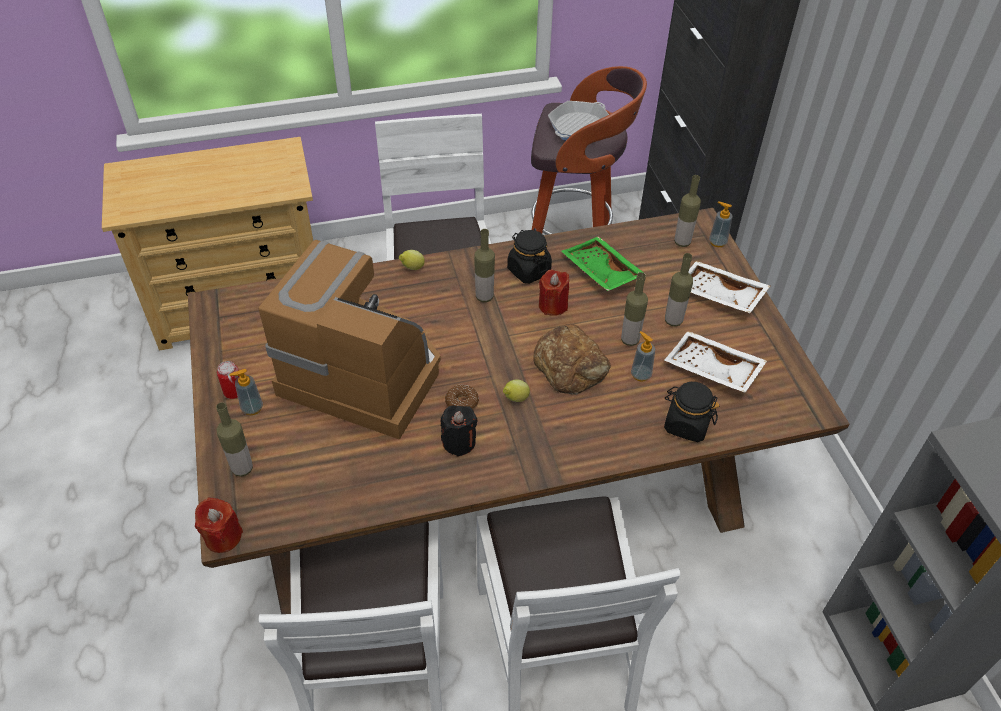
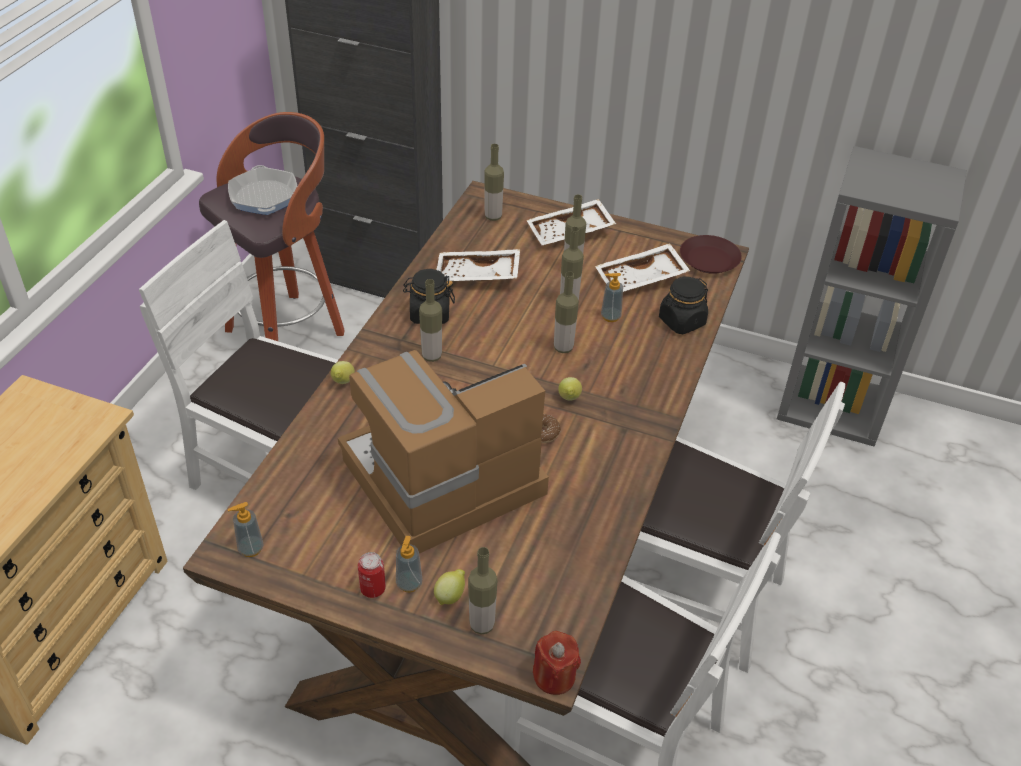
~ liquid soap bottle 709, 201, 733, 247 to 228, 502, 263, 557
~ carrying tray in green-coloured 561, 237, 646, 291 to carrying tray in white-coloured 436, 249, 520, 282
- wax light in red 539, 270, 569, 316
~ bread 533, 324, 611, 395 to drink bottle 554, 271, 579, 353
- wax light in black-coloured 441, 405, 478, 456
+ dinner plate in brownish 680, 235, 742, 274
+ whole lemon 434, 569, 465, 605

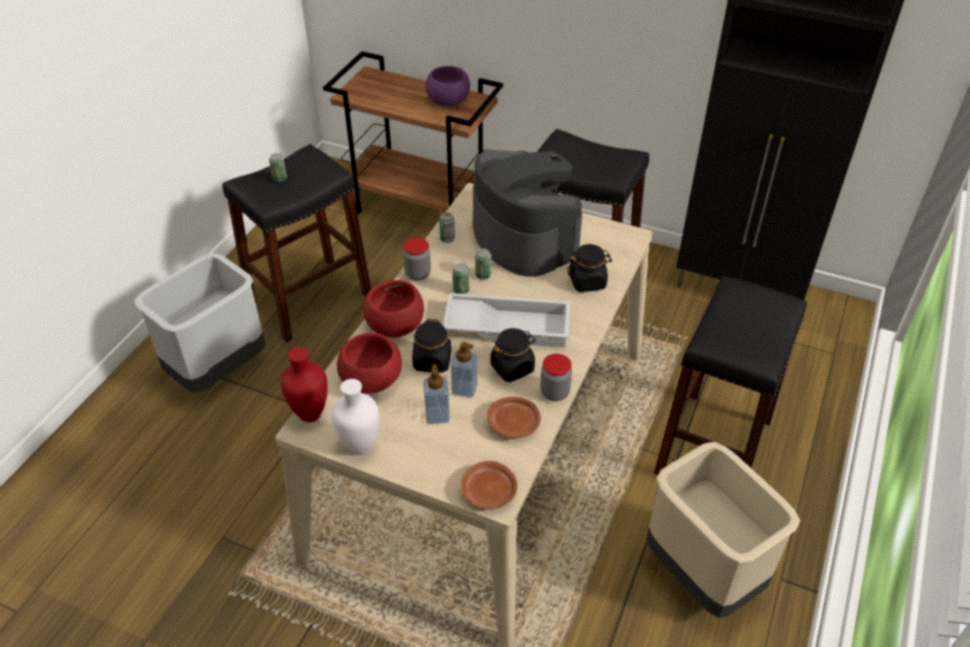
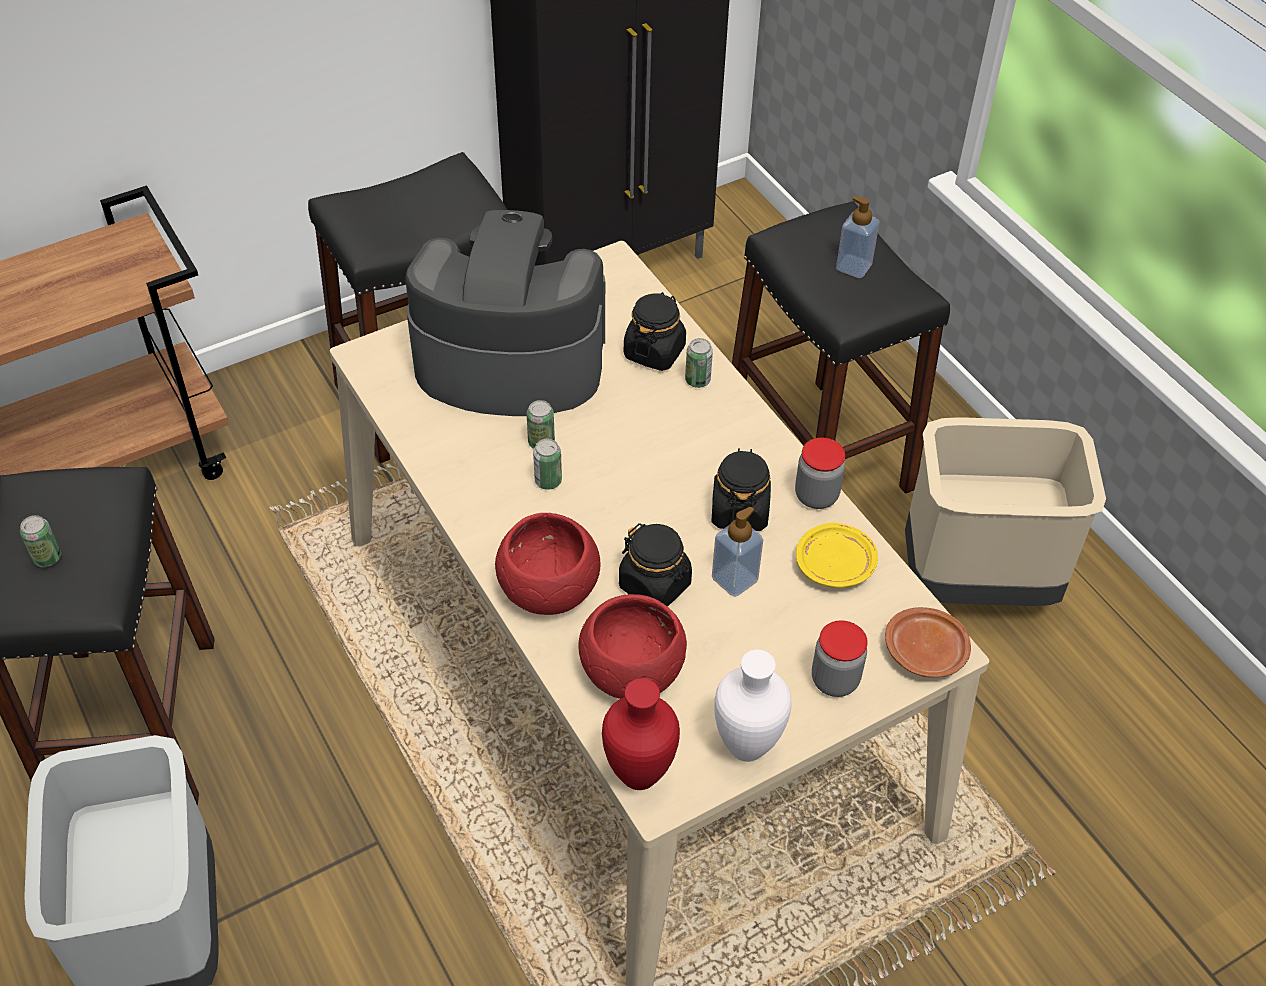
- deep dish in purplish 425, 66, 470, 106
~ sealed can 439, 212, 455, 243 to 685, 338, 713, 388
~ jar 403, 238, 431, 281 to 812, 620, 868, 697
- carrying tray in white-coloured 443, 293, 570, 347
~ liquid soap bottle 423, 364, 450, 424 to 836, 196, 879, 278
~ dinner plate in brownish 486, 397, 541, 438 to dinner plate in yellow-coloured 796, 522, 878, 588

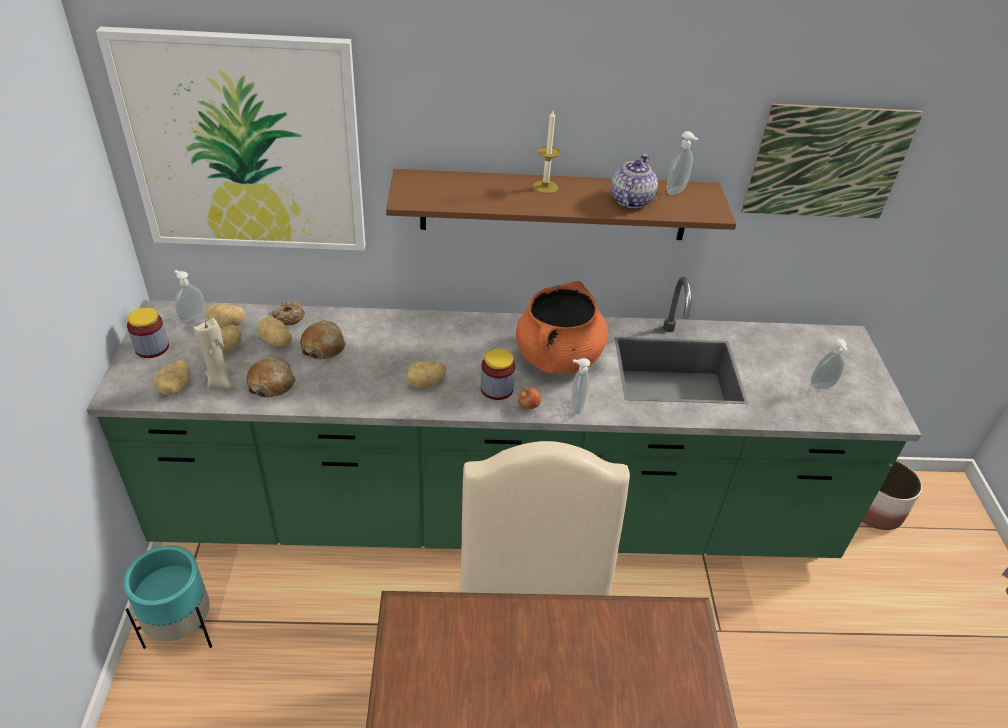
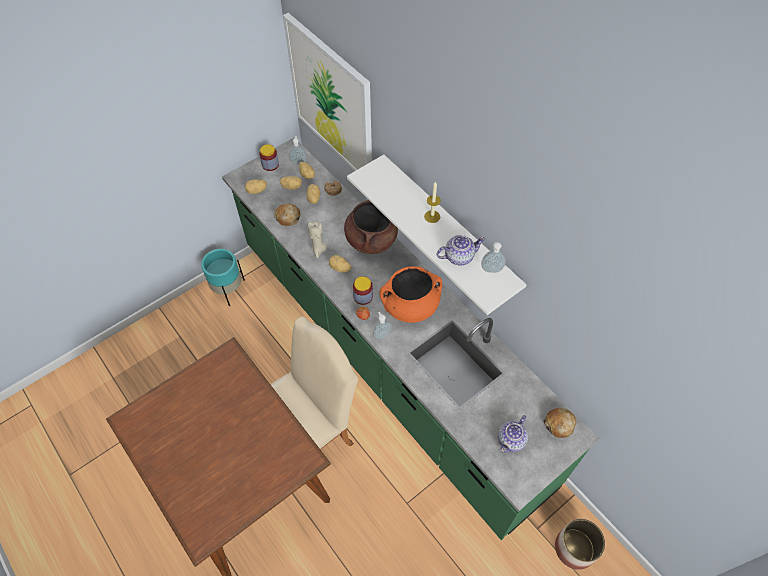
- picture 741, 104, 923, 219
~ shelf in brownish 386, 169, 736, 240 to shelf in white-coloured 347, 155, 527, 315
~ wax light in beige 193, 318, 232, 389 to 308, 222, 327, 258
~ bread 300, 320, 346, 359 to 543, 408, 576, 438
~ liquid soap bottle 811, 339, 848, 389 to tea pot 498, 415, 528, 453
+ stockpot in brownish 344, 200, 398, 254

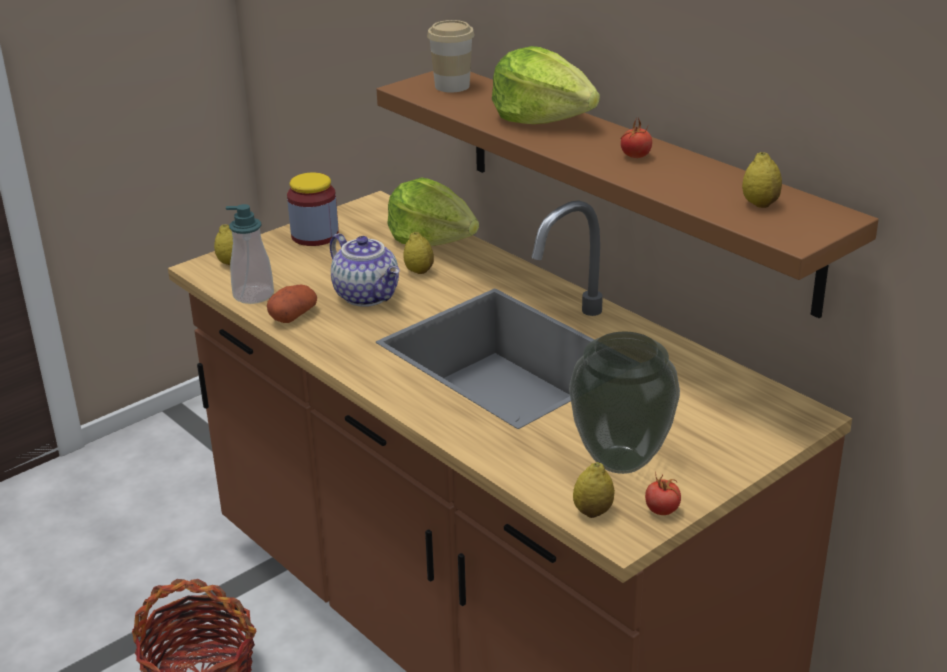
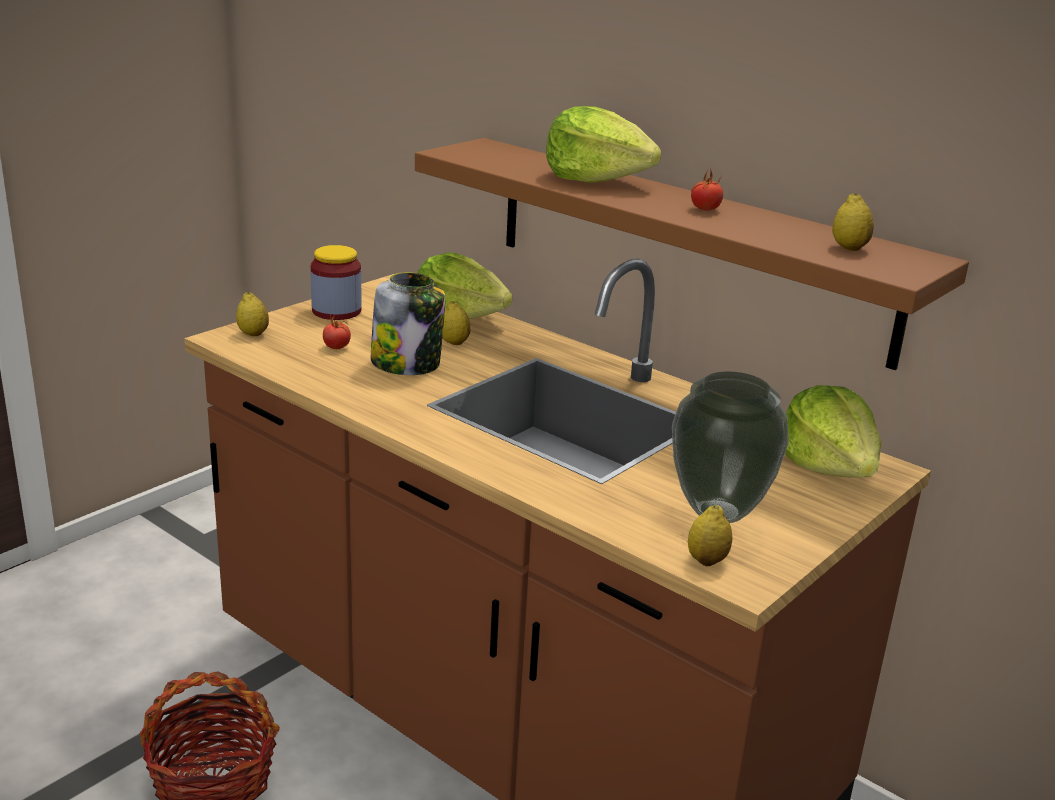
- drinking cup 427, 20, 474, 92
- liquid soap bottle 226, 204, 274, 304
~ tea pot 330, 233, 400, 307 to jar 371, 272, 445, 375
- whole potato 267, 285, 317, 323
~ tomato 645, 471, 681, 515 to 323, 314, 351, 349
+ head of lettuce 785, 385, 882, 478

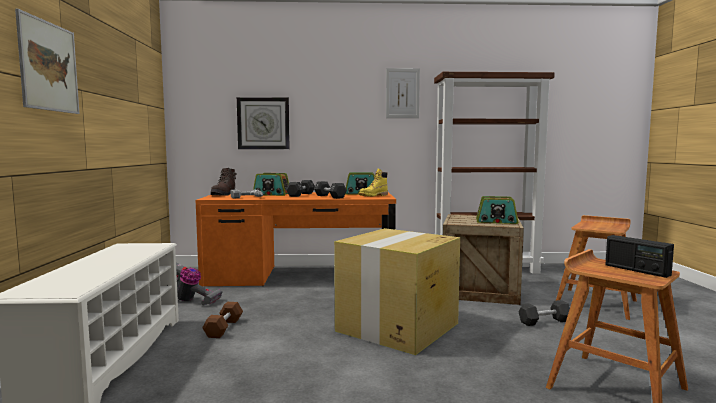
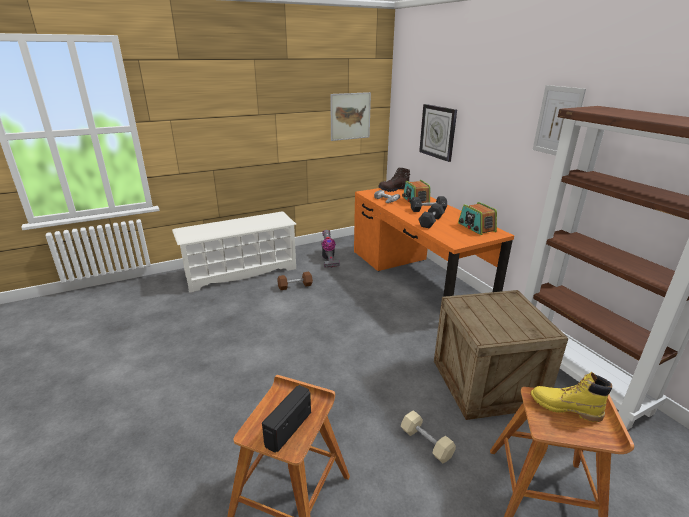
~ picture 15, 9, 80, 114 to 330, 92, 371, 141
~ high-top boot in yellow-coloured 359, 169, 388, 197 to 530, 372, 612, 422
- radio 476, 196, 518, 224
- carton 334, 228, 460, 355
~ hand weight in black-coloured 518, 300, 570, 326 to hand weight in beige 401, 410, 456, 463

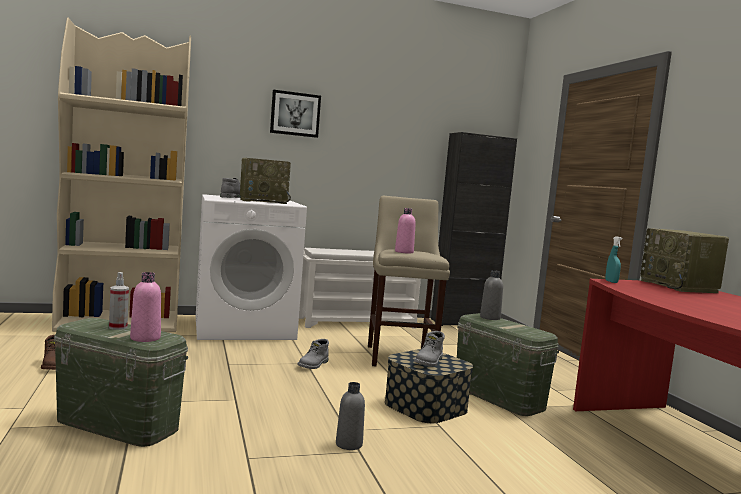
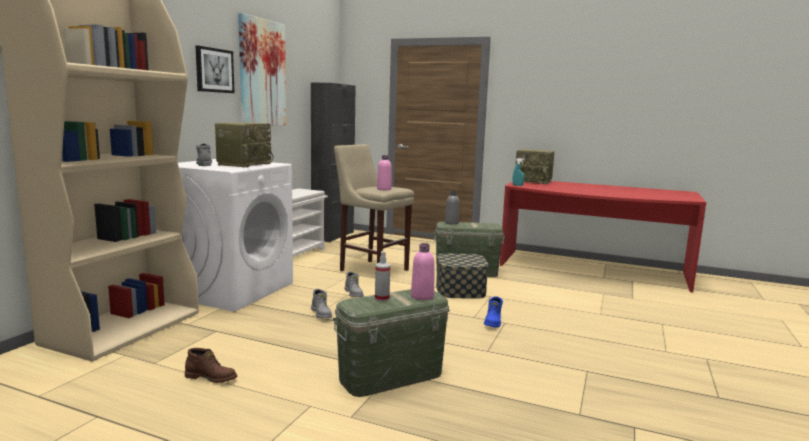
~ high-top boot in grey 414, 331, 445, 367 to 311, 289, 332, 318
~ drink bottle in grey 336, 382, 365, 450 to high-top boot in blue 484, 296, 503, 327
+ picture 238, 13, 286, 126

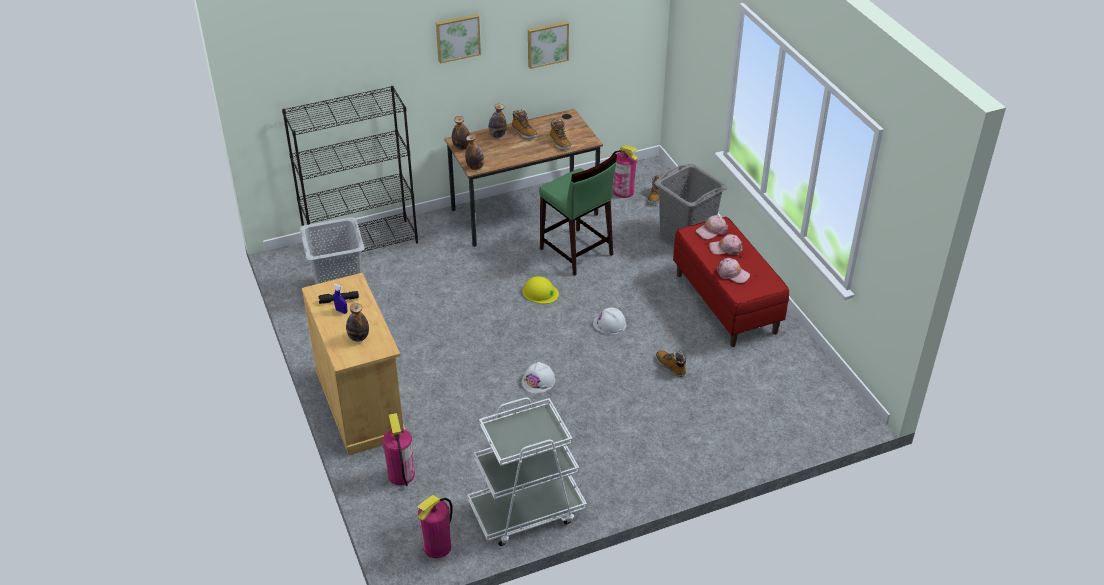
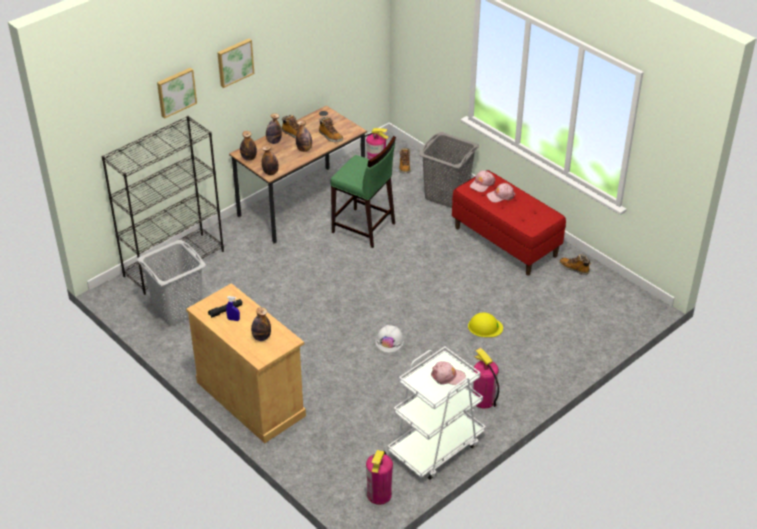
~ picture 528, 21, 569, 69 to 157, 68, 197, 119
~ baseball cap in pinkish 717, 258, 750, 283 to 431, 361, 466, 385
~ hard hat in yellow-coloured 522, 276, 559, 304 to 468, 313, 503, 337
- hard hat in white-coloured 593, 307, 627, 335
~ high-top boot 656, 350, 686, 377 to 559, 254, 591, 275
~ fire extinguisher 382, 413, 415, 486 to 473, 348, 499, 409
+ drink bottle 296, 120, 312, 152

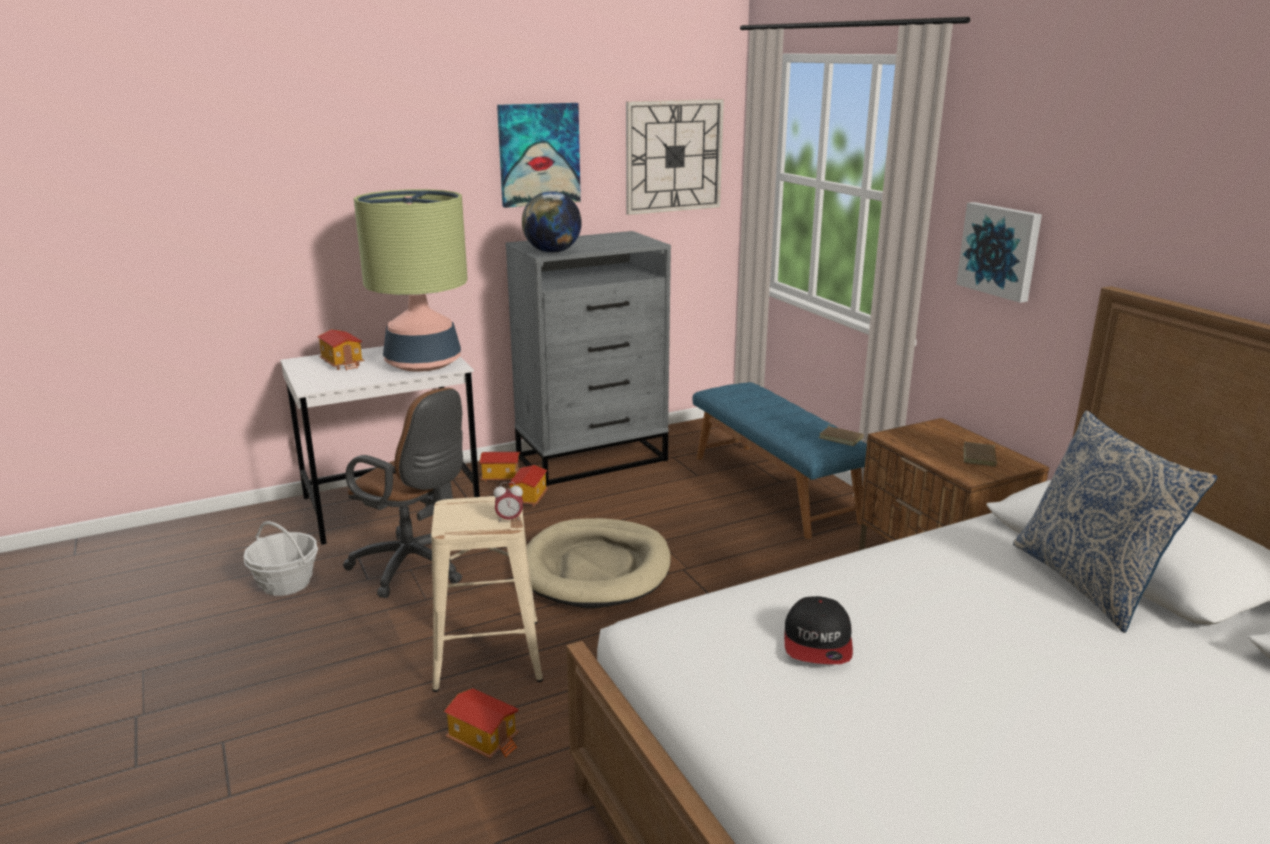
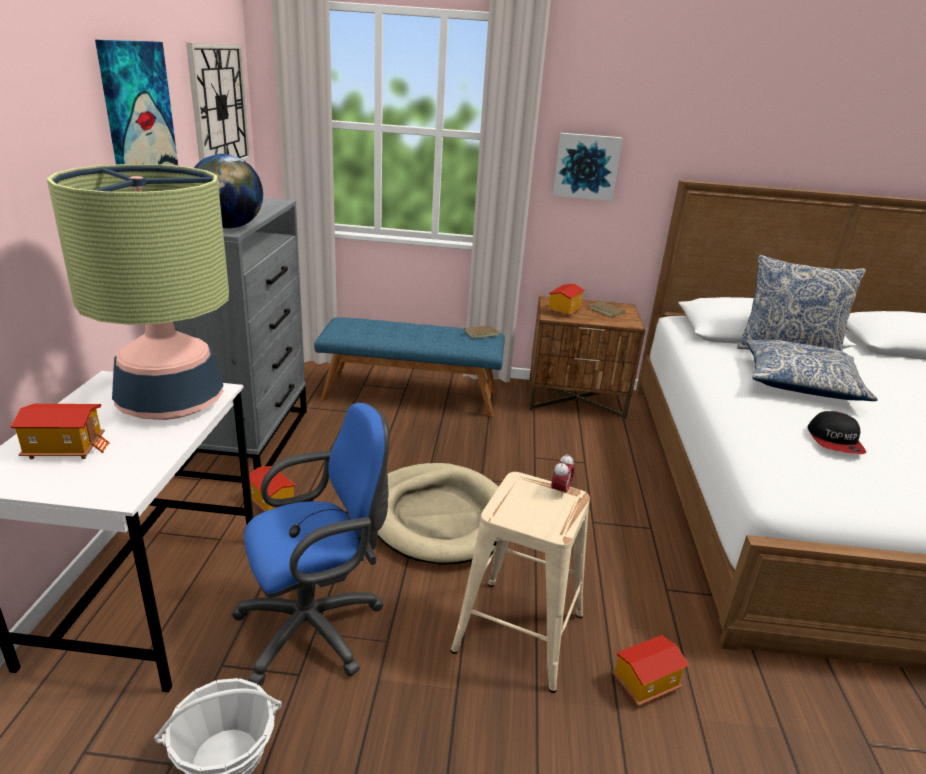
~ computer chair in brownish 343, 388, 463, 598 to computer chair in blue 232, 403, 390, 686
~ model house 479, 452, 520, 483 to 547, 284, 585, 317
~ baseball cap 784, 596, 853, 664 = 808, 411, 866, 454 60 degrees clockwise
+ throw pillow 746, 339, 878, 401

